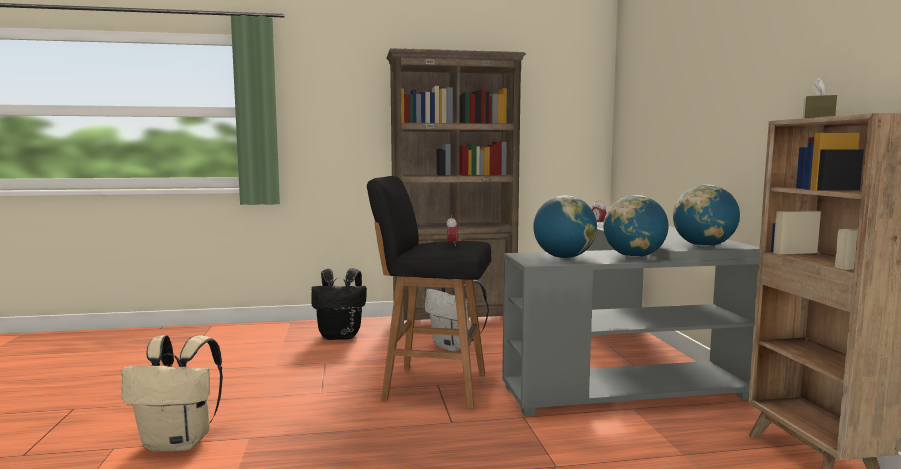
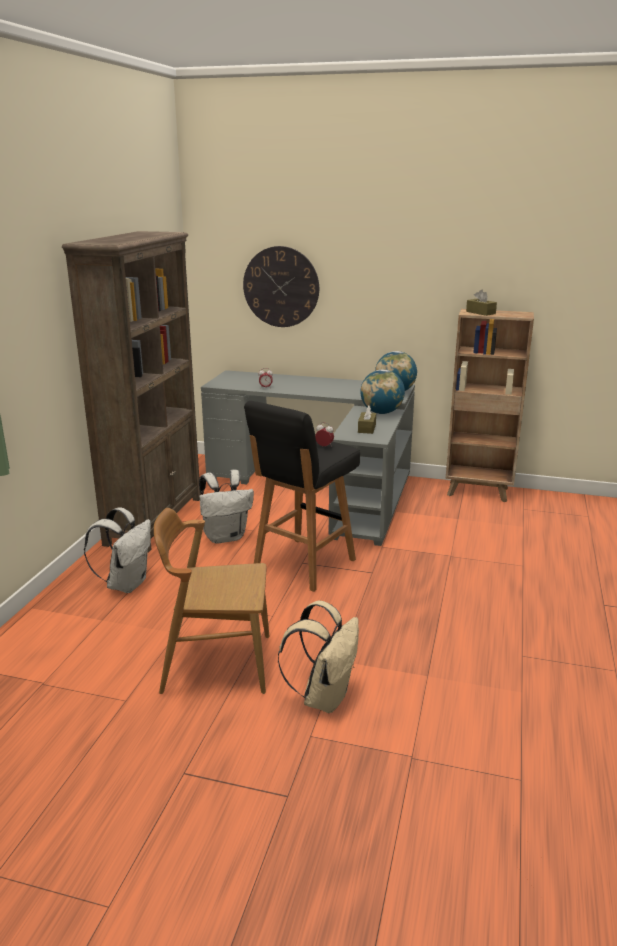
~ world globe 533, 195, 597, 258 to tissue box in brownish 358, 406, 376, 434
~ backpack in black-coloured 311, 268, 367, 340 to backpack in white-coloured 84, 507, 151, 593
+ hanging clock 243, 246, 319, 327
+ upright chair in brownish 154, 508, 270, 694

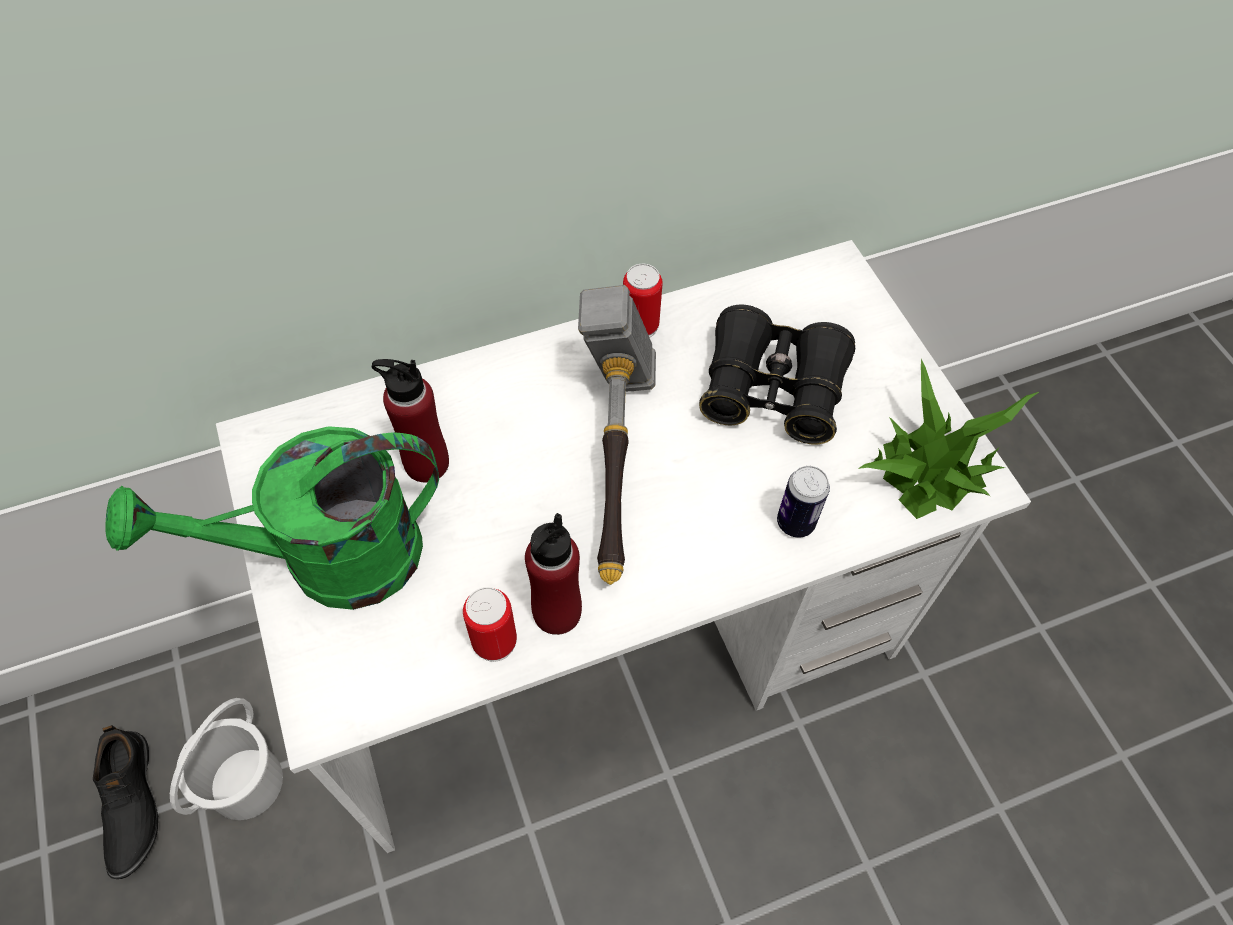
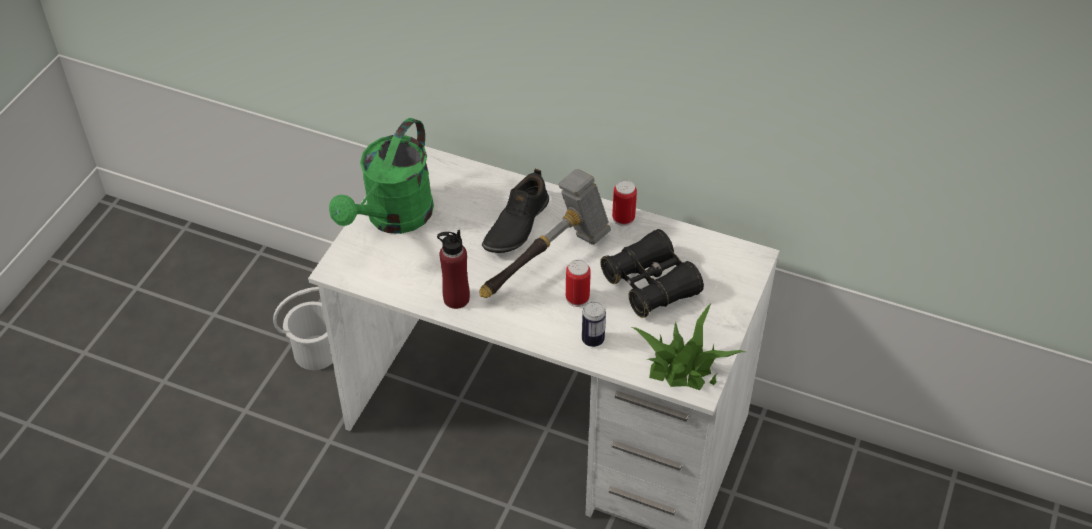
- drink bottle in red 372, 359, 449, 482
~ watering pot in green-coloured 105, 426, 439, 610 = 329, 118, 434, 234 90 degrees counterclockwise
~ sealed can 463, 587, 517, 662 to 566, 260, 591, 307
~ shoe in black-coloured 93, 725, 158, 879 to 482, 169, 549, 253

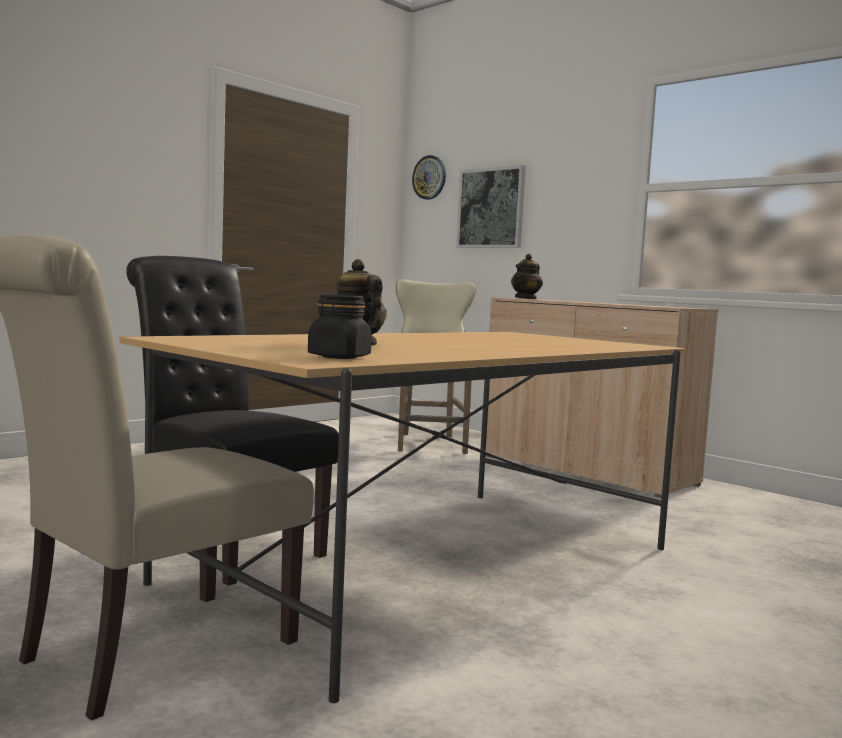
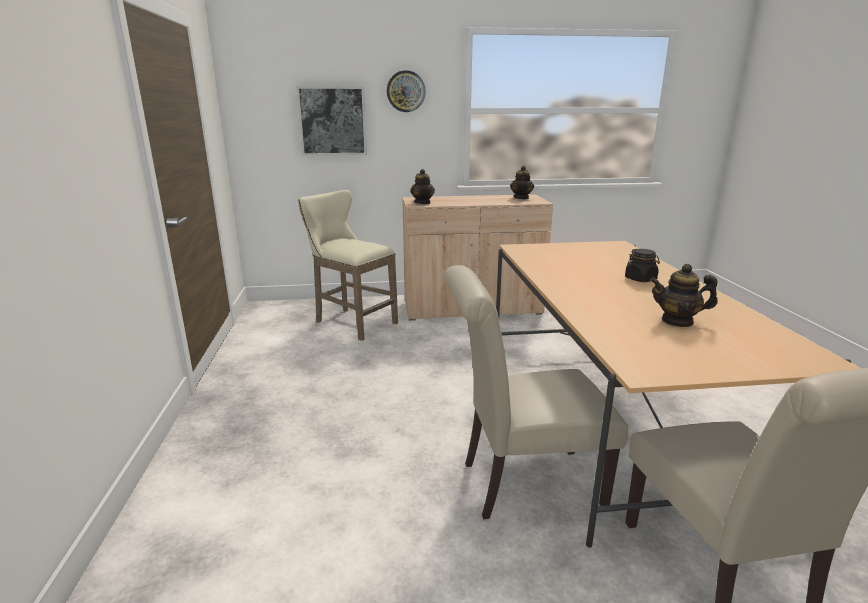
~ hanging clock 412, 155, 446, 200 to 387, 70, 426, 112
~ upright chair in black-coloured 126, 256, 339, 586 to upright chair in beige 444, 265, 628, 520
~ jar in black-coloured 308, 294, 372, 359 to 625, 249, 660, 282
+ tea pot 510, 166, 534, 199

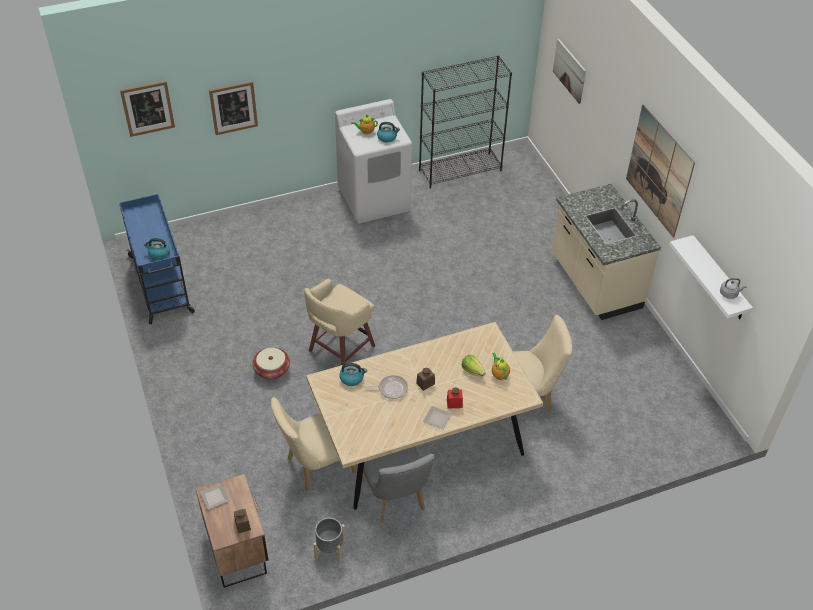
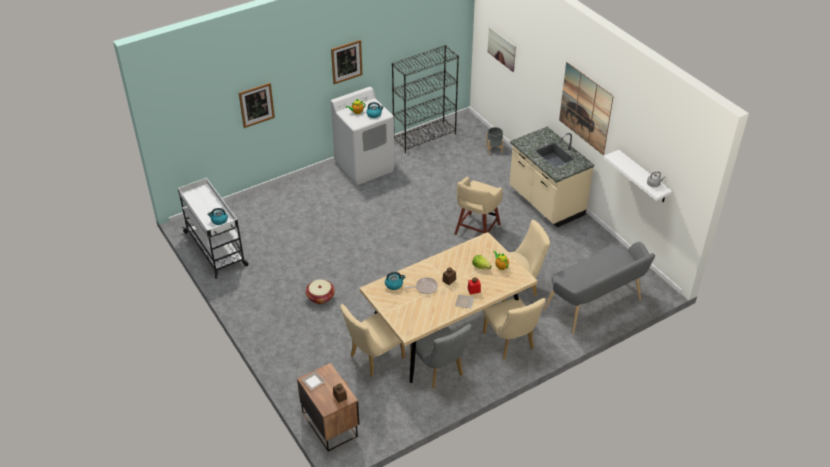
~ picture 120, 81, 175, 137 to 331, 40, 363, 84
~ trolley in blue 119, 194, 195, 324 to trolley in white-coloured 178, 178, 249, 279
~ sitting stool in beige 304, 279, 375, 365 to 455, 176, 503, 235
~ planter in grey 314, 518, 345, 562 to 486, 127, 504, 154
+ long seat in grey 543, 242, 655, 334
+ upright chair in beige 483, 298, 546, 360

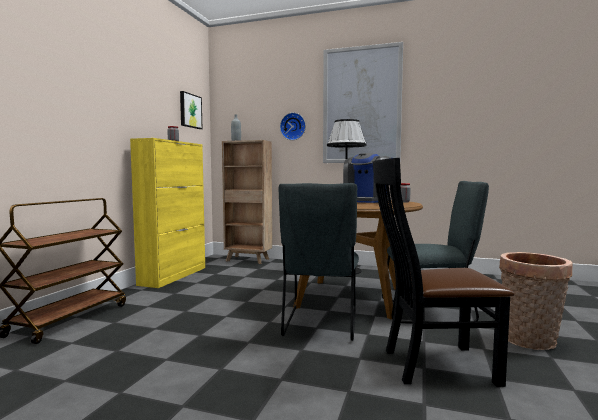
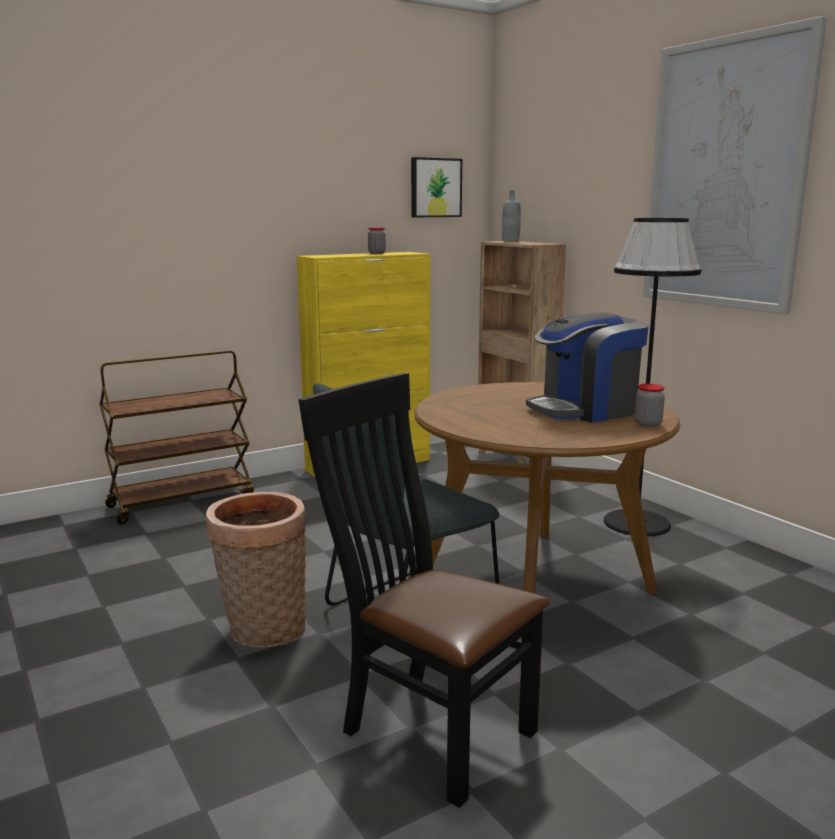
- hanging clock 280, 113, 306, 140
- upright chair in grey 382, 181, 489, 324
~ household basket 499, 252, 573, 350 to 206, 492, 307, 648

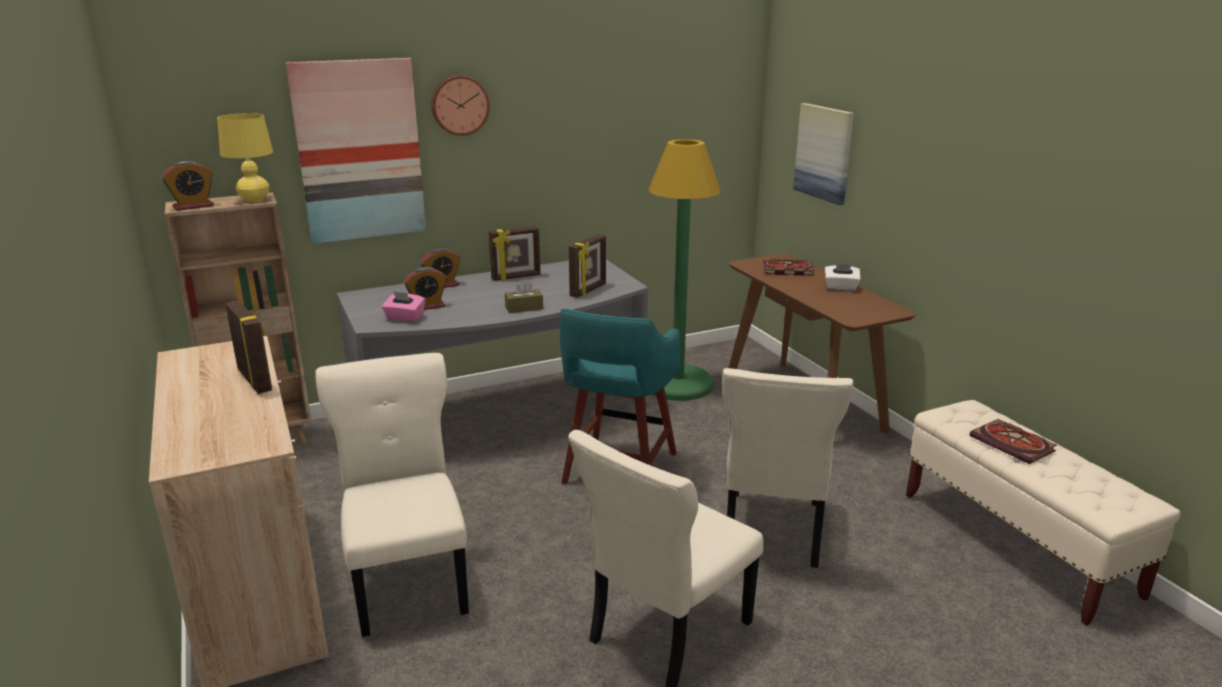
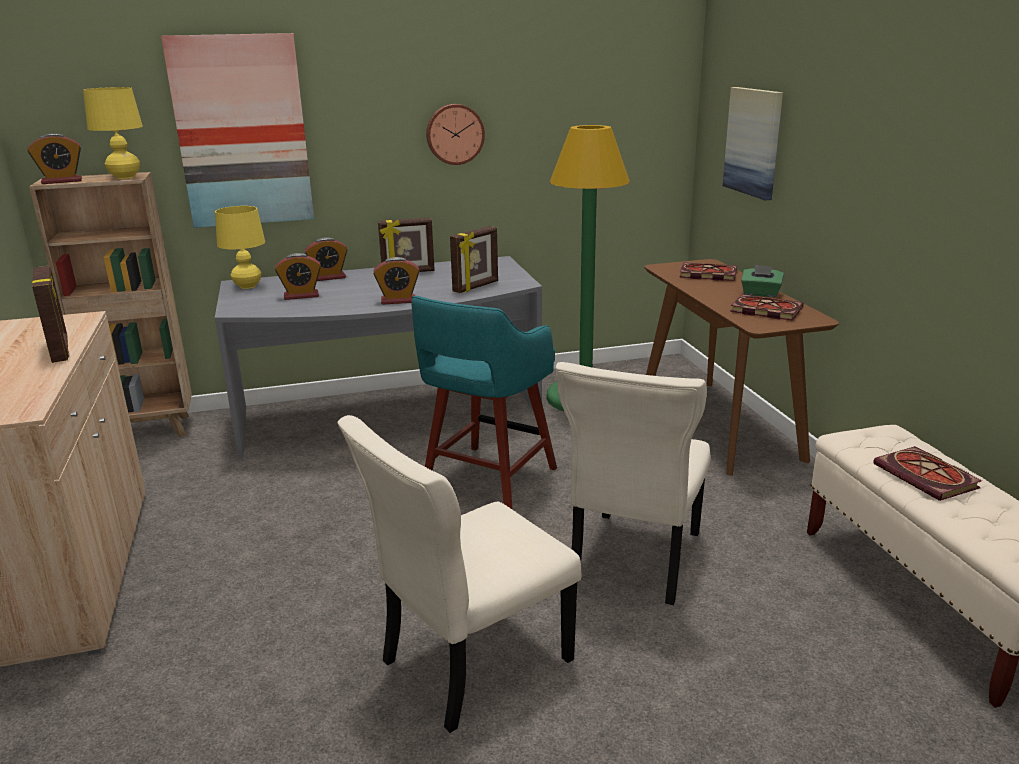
~ hanging clock 431, 75, 490, 136 to 426, 104, 485, 165
~ tissue box in white-coloured 825, 263, 861, 291 to tissue box in green-coloured 741, 265, 784, 297
~ tissue box in brownish 505, 280, 543, 313 to table clock 373, 257, 420, 305
- tissue box in pinkish 382, 291, 425, 322
- upright chair in beige 315, 353, 469, 637
+ table lamp in yellow-coloured 215, 206, 265, 289
+ bound book 730, 294, 803, 321

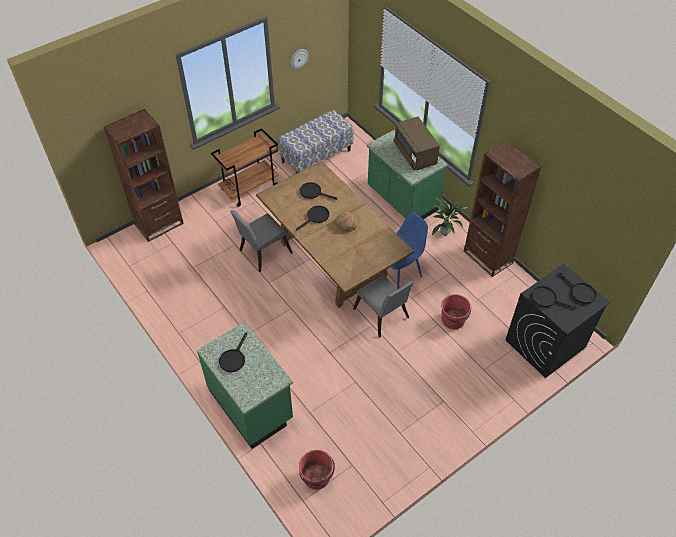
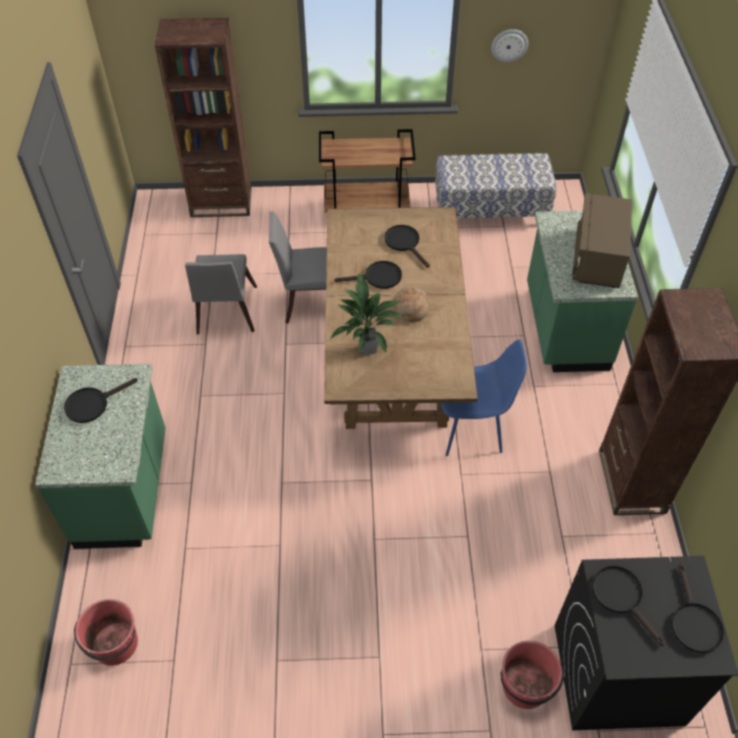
~ houseplant 432, 197, 468, 236 to 330, 272, 403, 355
~ upright chair in grey 353, 275, 413, 338 to 185, 254, 257, 335
~ pail in red 441, 294, 471, 329 to 501, 641, 564, 709

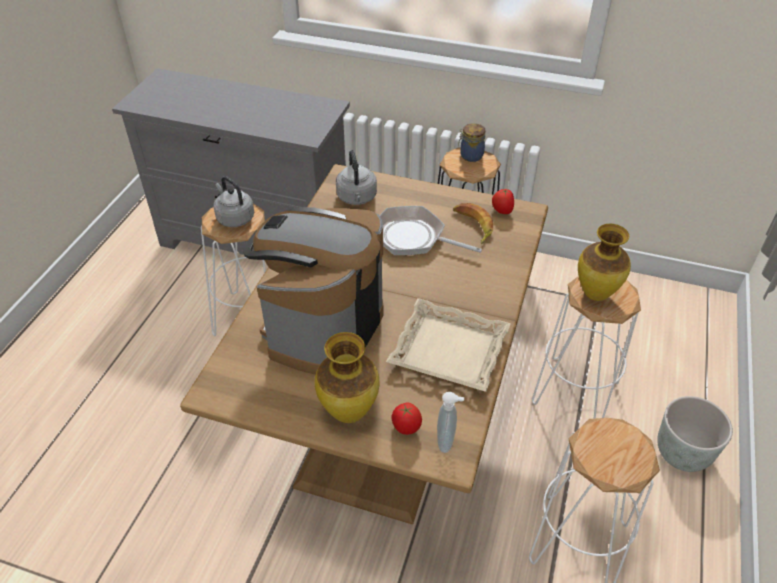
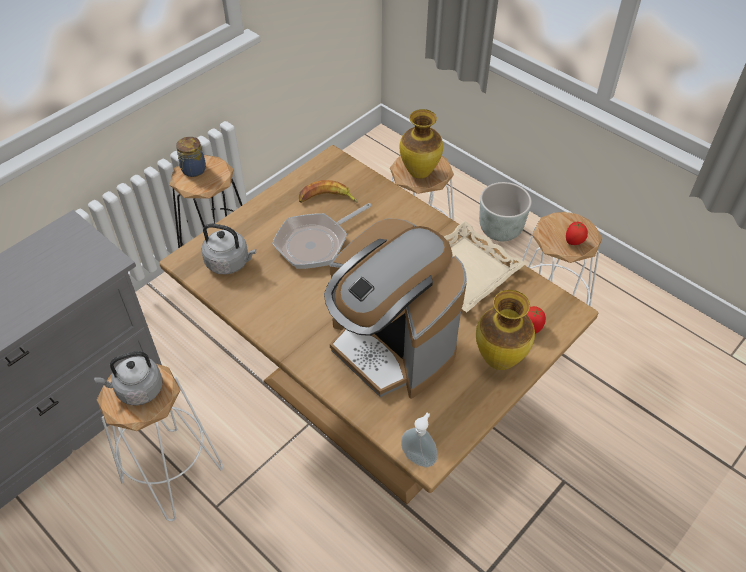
~ tomato 492, 189, 514, 214 to 566, 222, 588, 245
~ liquid soap bottle 437, 392, 464, 453 to 401, 413, 437, 467

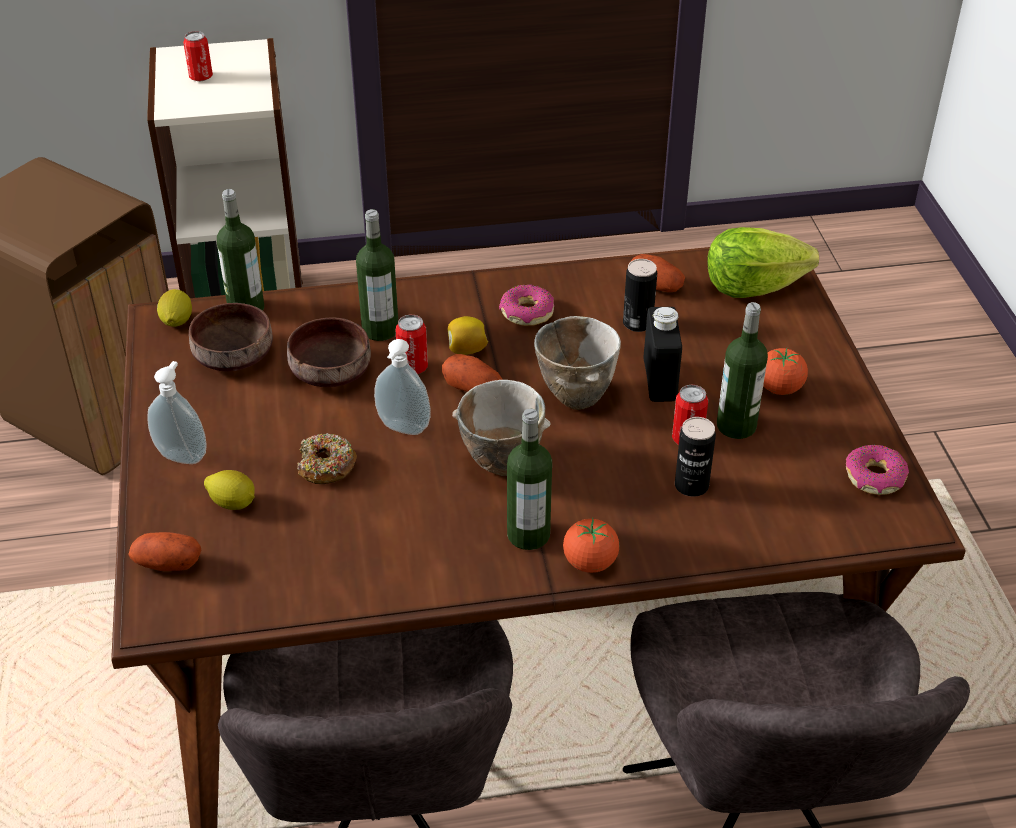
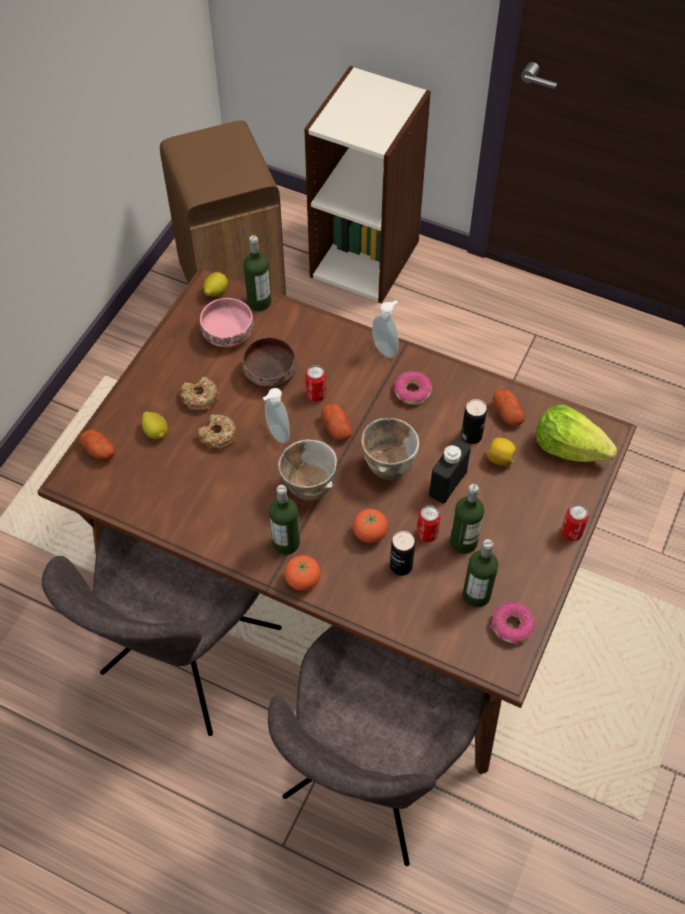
~ sealed can 183, 31, 213, 81 to 561, 504, 589, 541
~ drink bottle 356, 209, 398, 341 to 463, 539, 498, 607
~ deep dish in brownish 189, 303, 273, 371 to deep dish in pinkish 200, 298, 254, 347
~ whole lemon 448, 316, 488, 355 to 487, 438, 516, 466
~ tomato 763, 348, 808, 395 to 353, 509, 388, 543
~ liquid soap bottle 147, 361, 207, 464 to 372, 300, 398, 358
+ donut 181, 377, 219, 411

